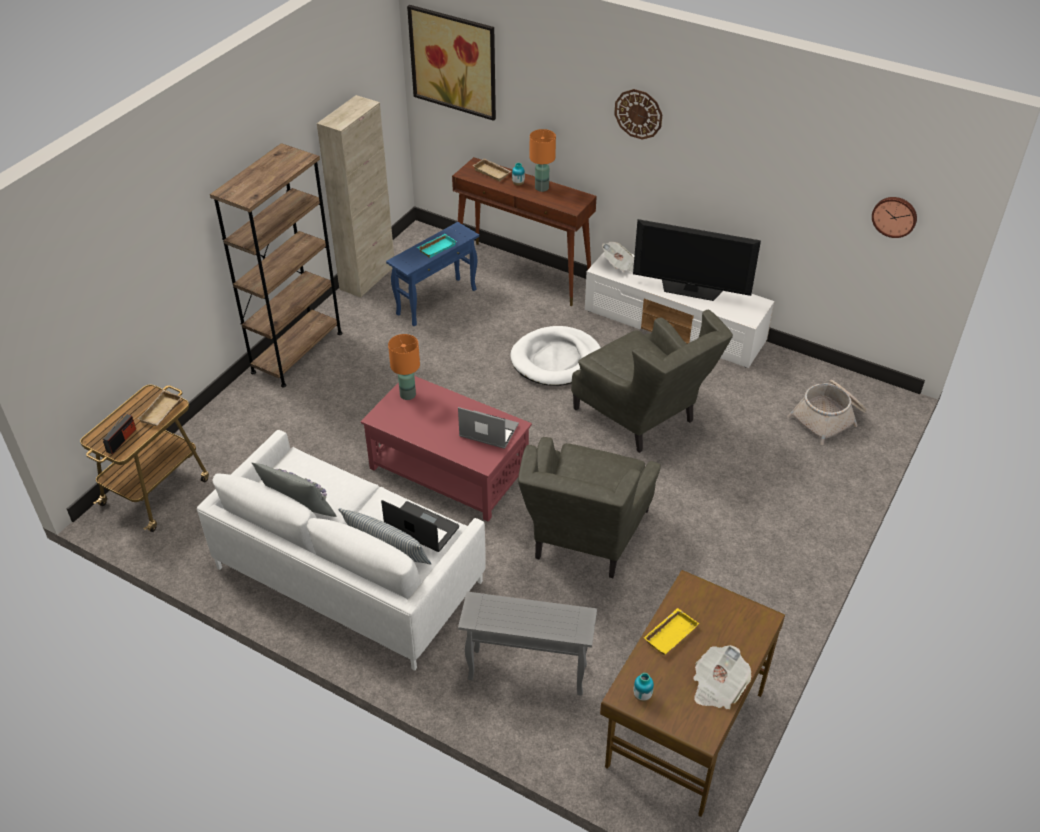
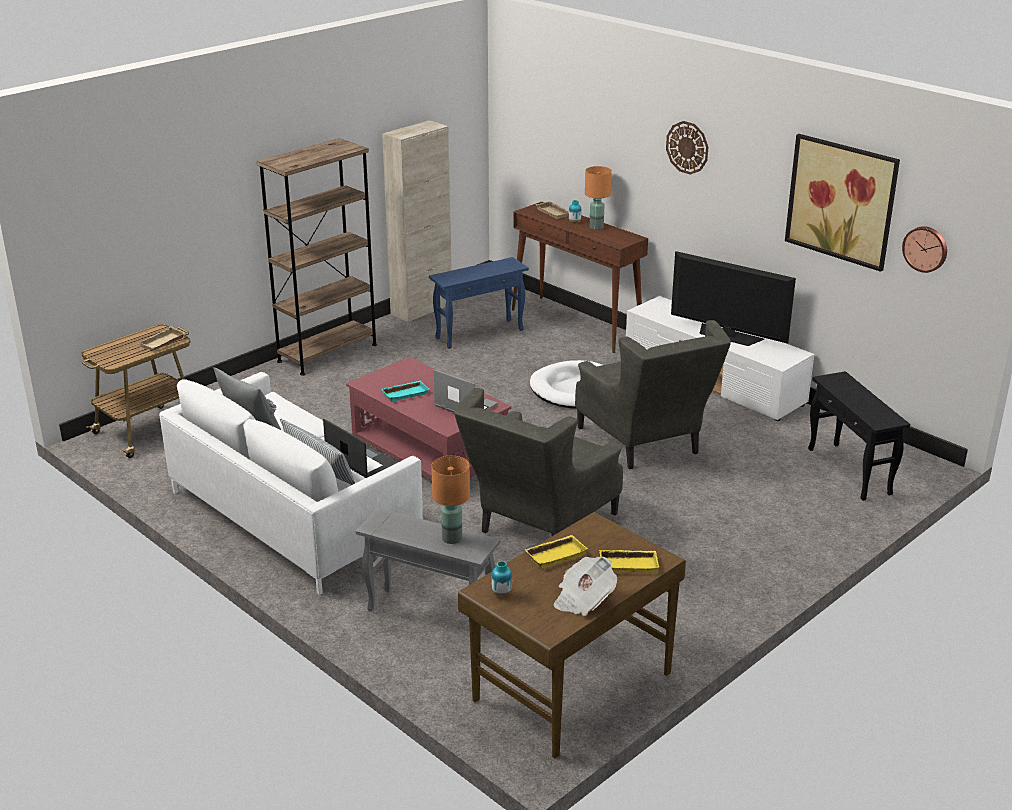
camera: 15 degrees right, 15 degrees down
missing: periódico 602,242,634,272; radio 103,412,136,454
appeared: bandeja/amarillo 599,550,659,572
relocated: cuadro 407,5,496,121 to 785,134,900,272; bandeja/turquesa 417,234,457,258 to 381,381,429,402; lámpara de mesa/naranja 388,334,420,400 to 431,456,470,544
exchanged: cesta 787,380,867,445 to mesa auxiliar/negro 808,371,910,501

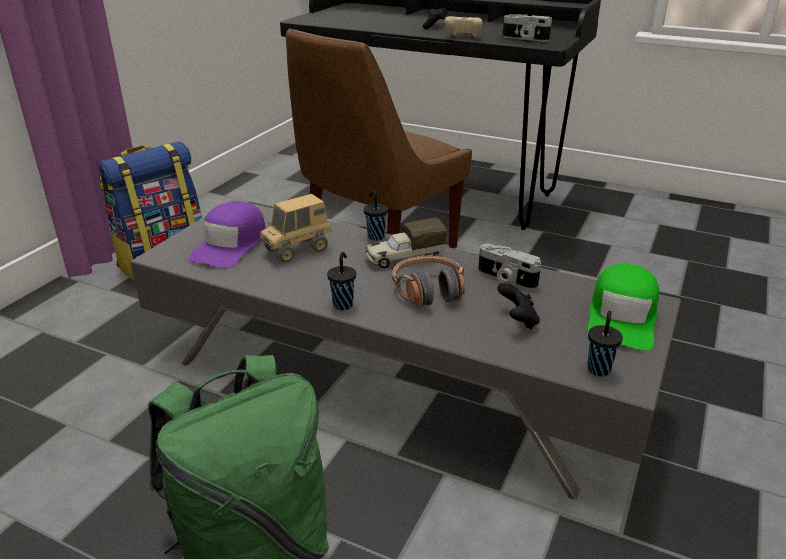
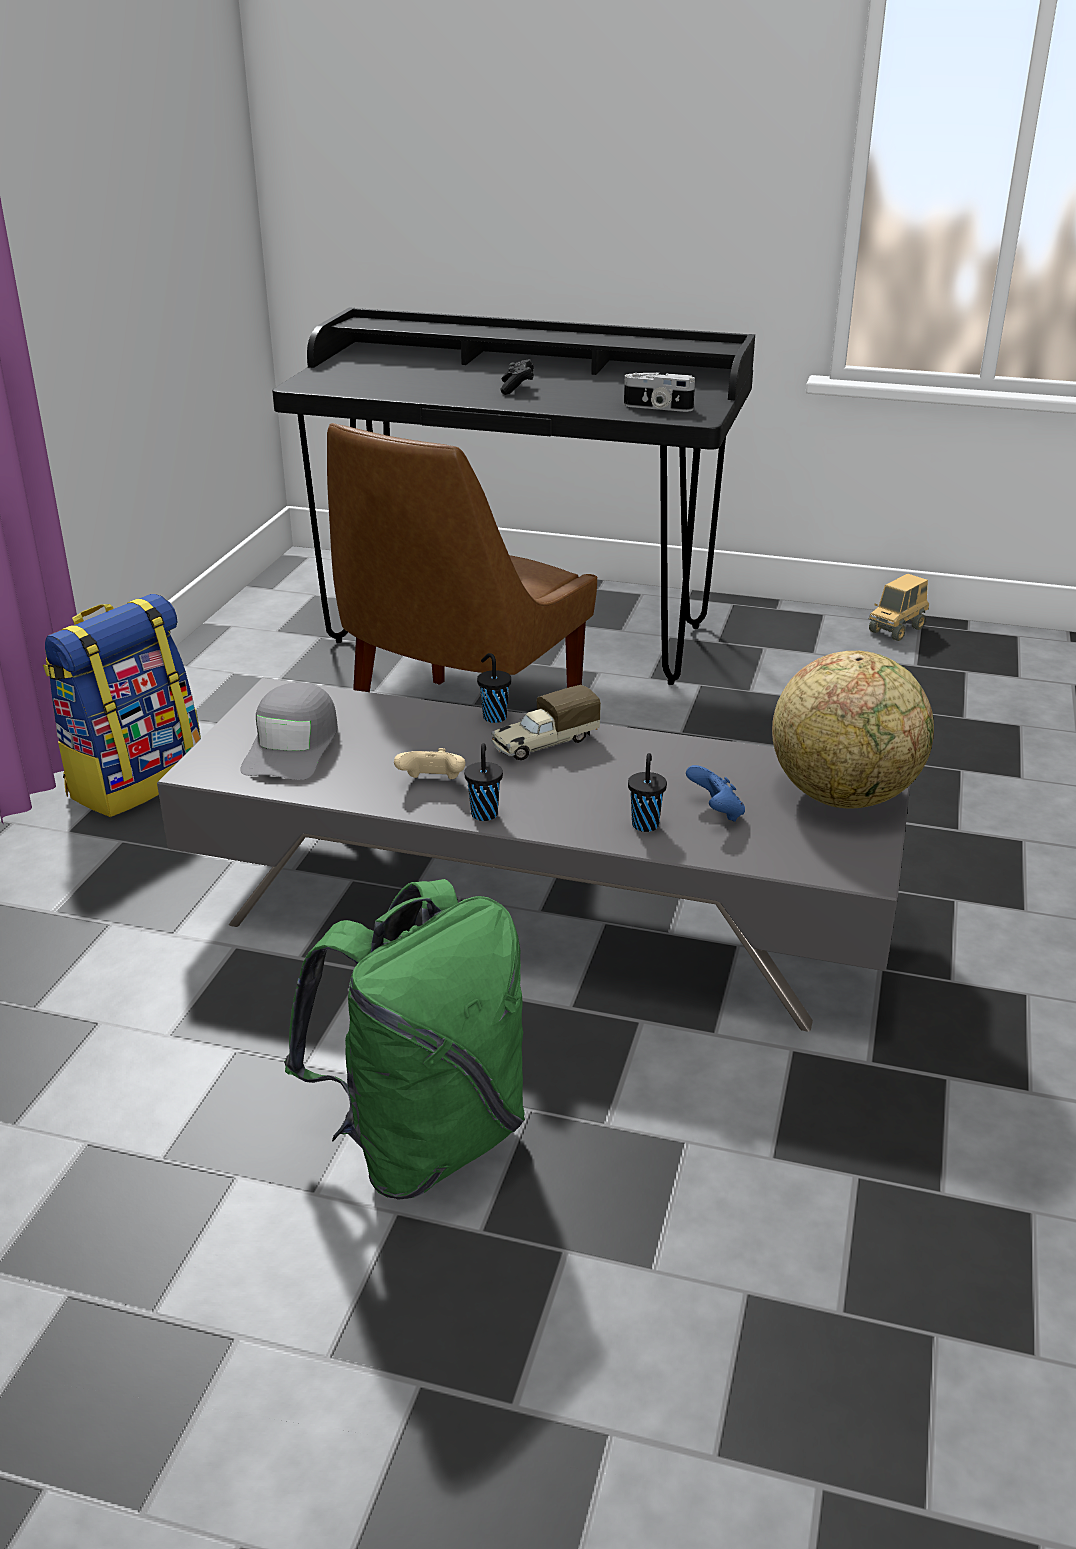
camera: 10 degrees left, 0 degrees up
missing: cámara 478,244,541,290; auriculares 392,256,465,308
relocated: mando de consola/beis 445,16,483,37 to 394,748,466,779; camión de juguete 260,194,332,263 to 869,573,929,641; taza/negro 587,311,623,376 to 628,753,667,832
exchanged: gorra/verde 587,264,659,351 to globo terráqueo 772,651,934,808
colour: gorra/morado 188,201,266,268 to gorra/gris 240,682,338,780; mando de consola/negro 497,283,540,329 to mando de consola/azul 686,765,745,822

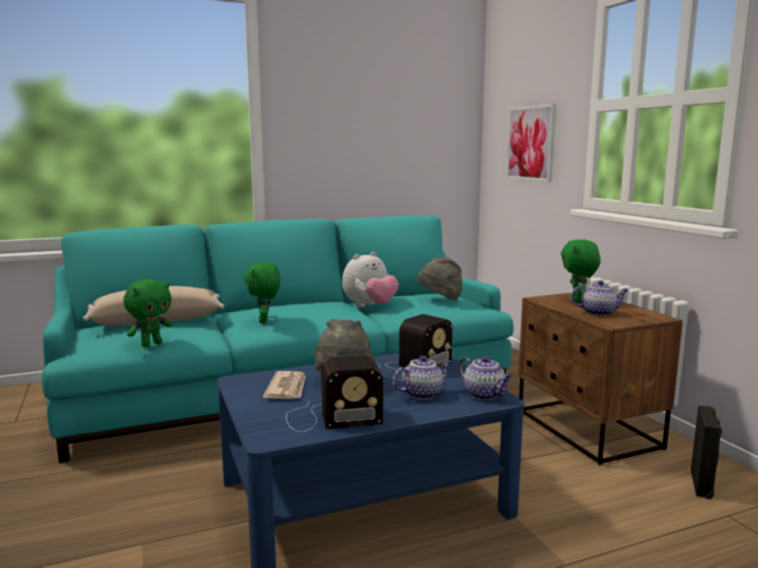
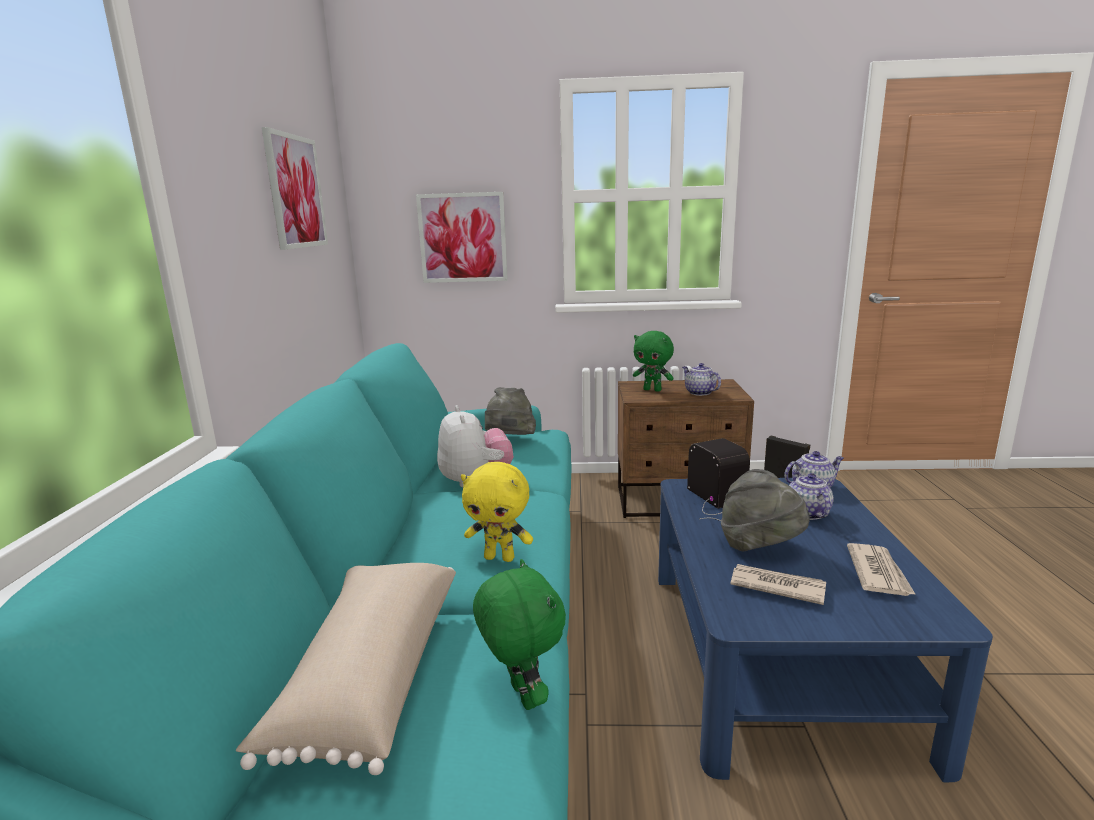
camera: 65 degrees left, 5 degrees up
appeared: cuadro 262,127,328,250
exchanged: radio 286,355,383,432 to periódico 847,543,916,596
colour: peluche/verde 244,262,280,324 to peluche/amarillo 461,462,533,562
spun: tetera 571,280,628,316 = 682,363,721,396 60 degrees counterclockwise

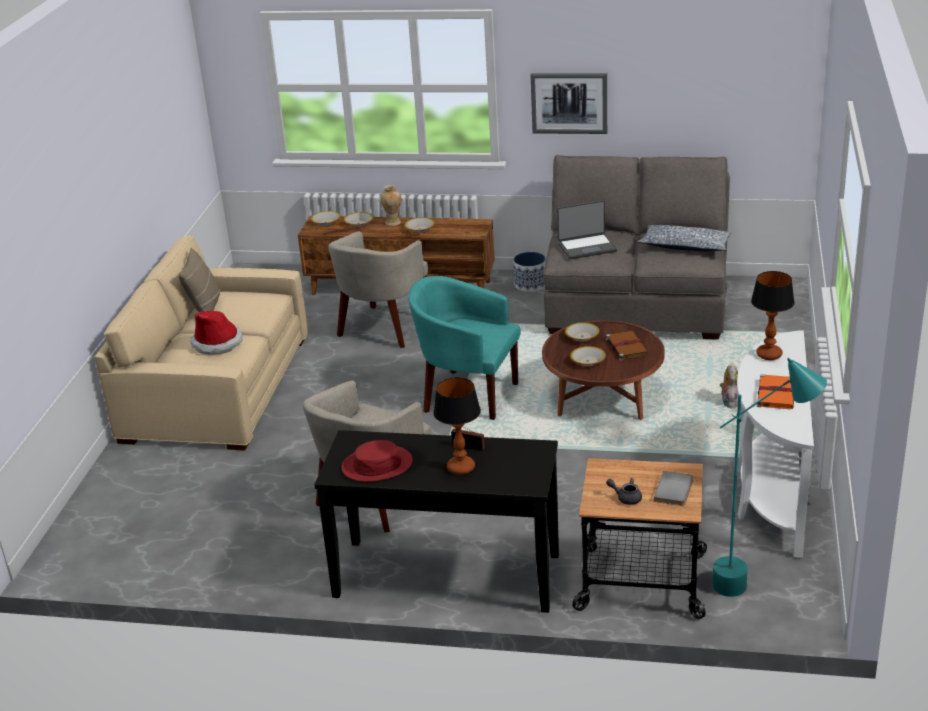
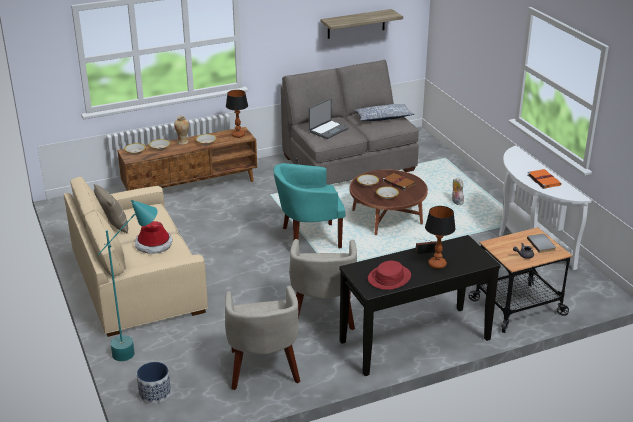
camera: 35 degrees left, 0 degrees up
missing: cuadro 531,73,607,134
appeared: estante 321,9,403,39
relocated: sillón/beis 328,231,428,348 to 225,286,300,390; maceta 513,252,546,292 to 137,362,171,404; lámpara de mesa 751,271,795,360 to 226,90,248,138; lámpara de pie/turquesa 712,358,827,597 to 98,200,158,361

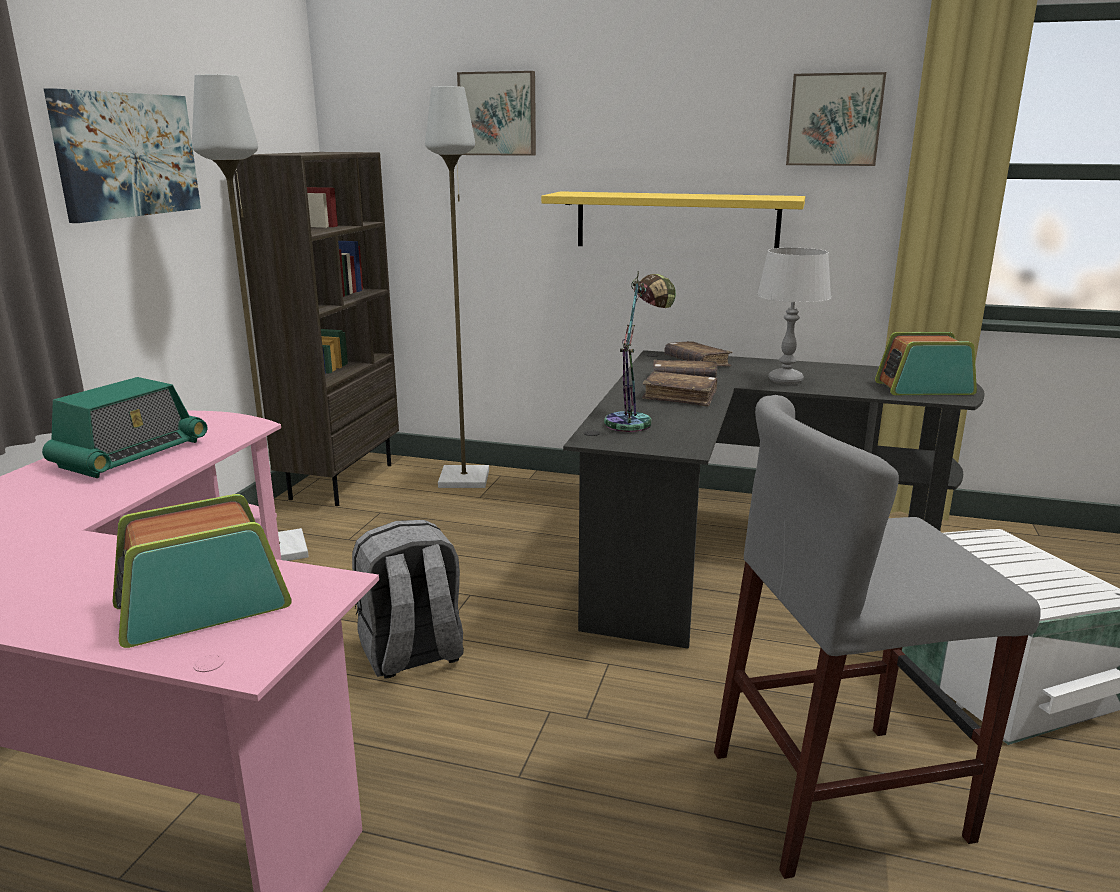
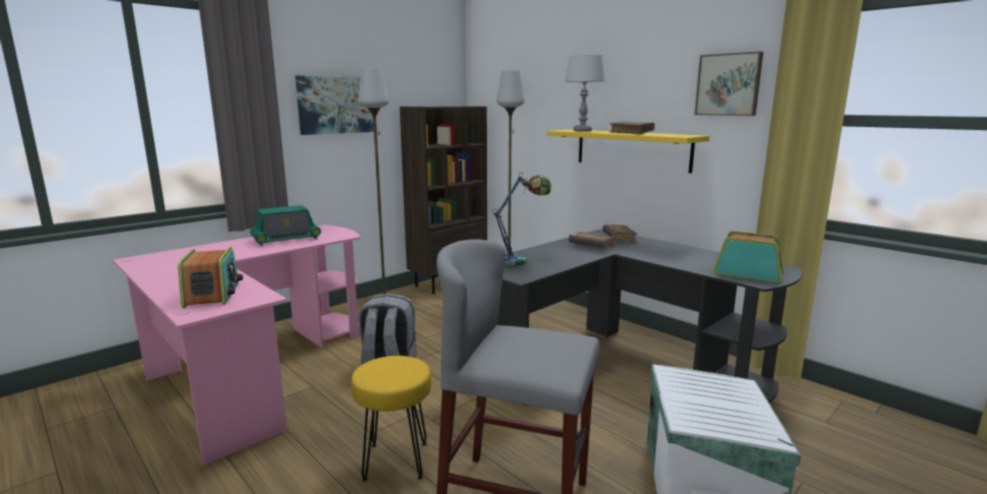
camera: 30 degrees right, 5 degrees down
missing: cuadro 457,71,536,156
appeared: taburete/amarillo 351,356,432,482
relocated: lámpara de mesa/gris 757,248,831,385 to 565,55,605,132; libro/marrón 642,371,718,406 to 609,122,655,135
spun: radio 113,494,292,648 = 178,247,243,308 75 degrees clockwise

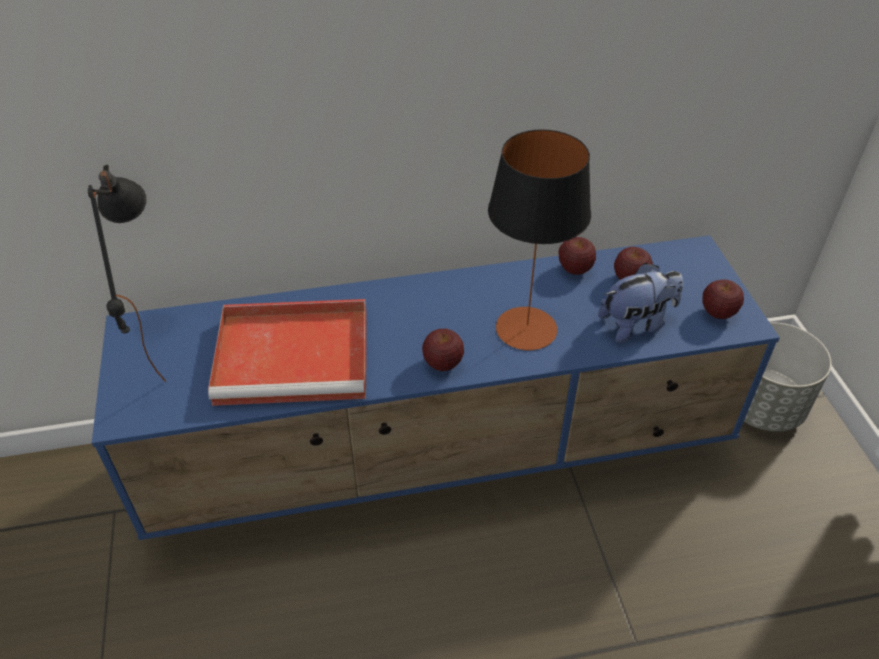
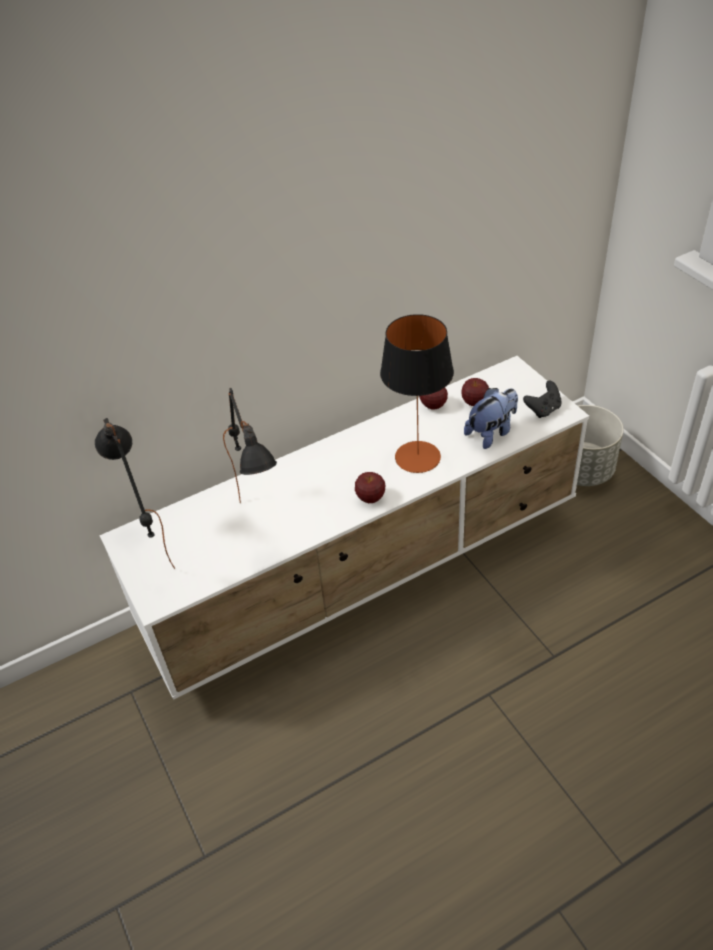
camera: 15 degrees left, 0 degrees up
exchanged: manzana 702,279,744,319 to mando de consola/negro 523,381,562,418; bandeja/rojo 208,299,366,406 to lámpara de mesa/negro 223,388,277,503
colour: mueble de televisión/azul 92,235,780,540 to mueble de televisión/blanco 100,356,589,700

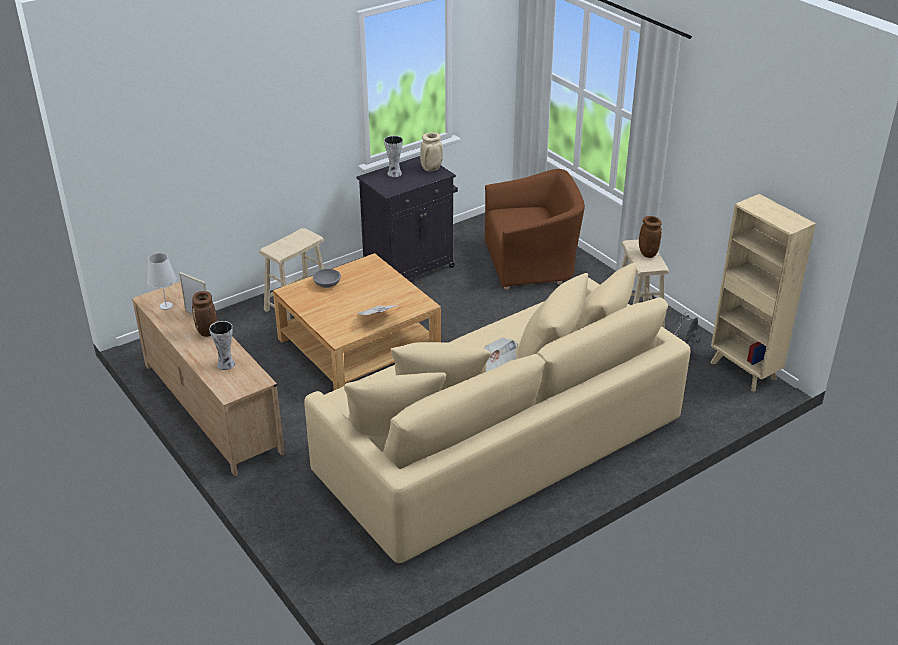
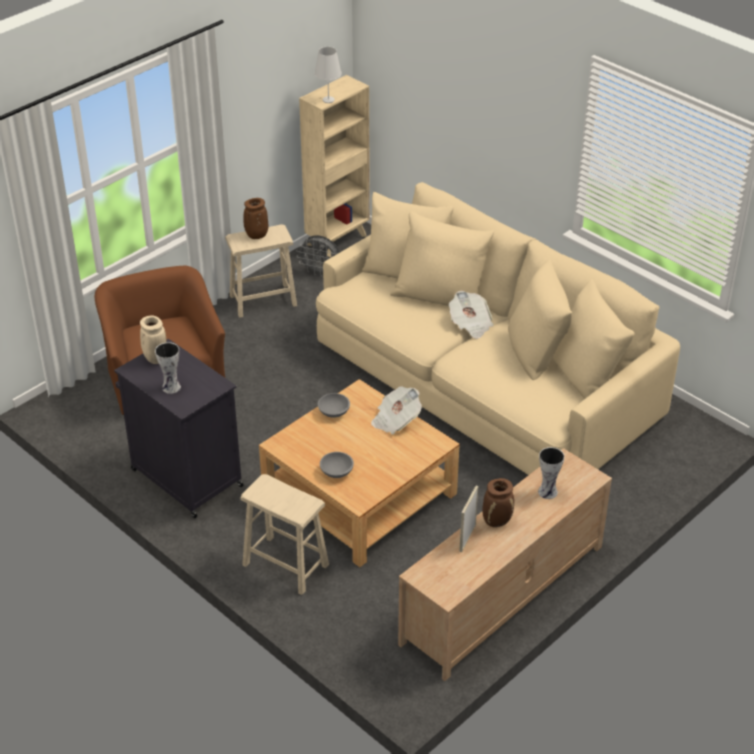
camera: 100 degrees left, 5 degrees up
appeared: cuenco/gris 318,393,350,418
relocated: lámpara de mesa/blanco 147,253,176,310 to 314,47,342,103

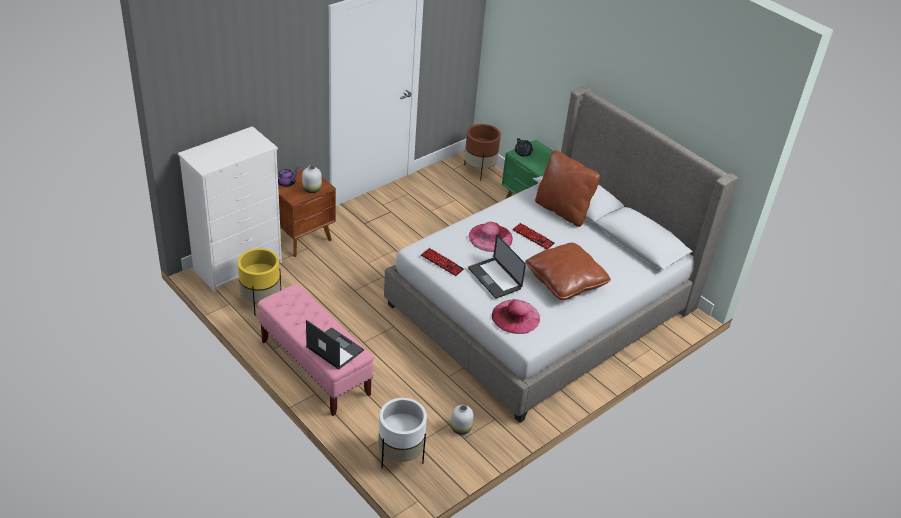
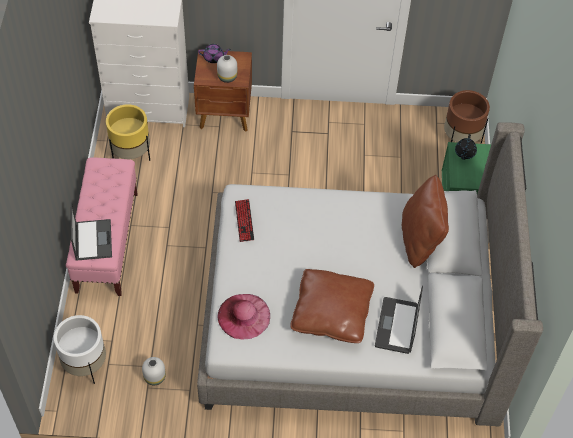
camera: 45 degrees right, 15 degrees up
missing: sombrero/rosa 469,222,512,252; teclado 512,223,555,249
relocated: portátil 468,234,526,299 to 375,286,423,354

